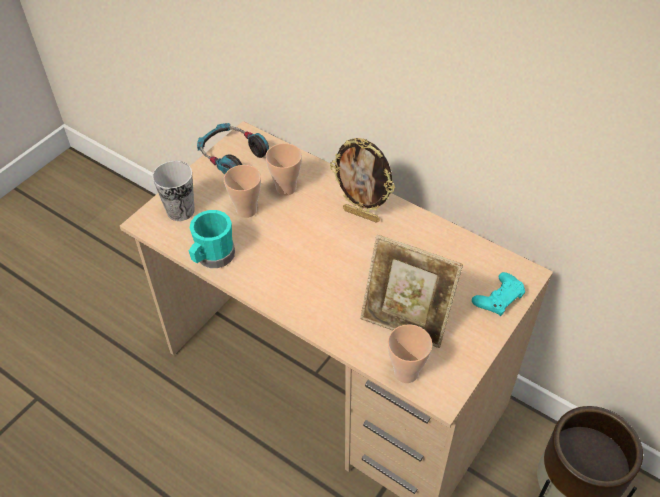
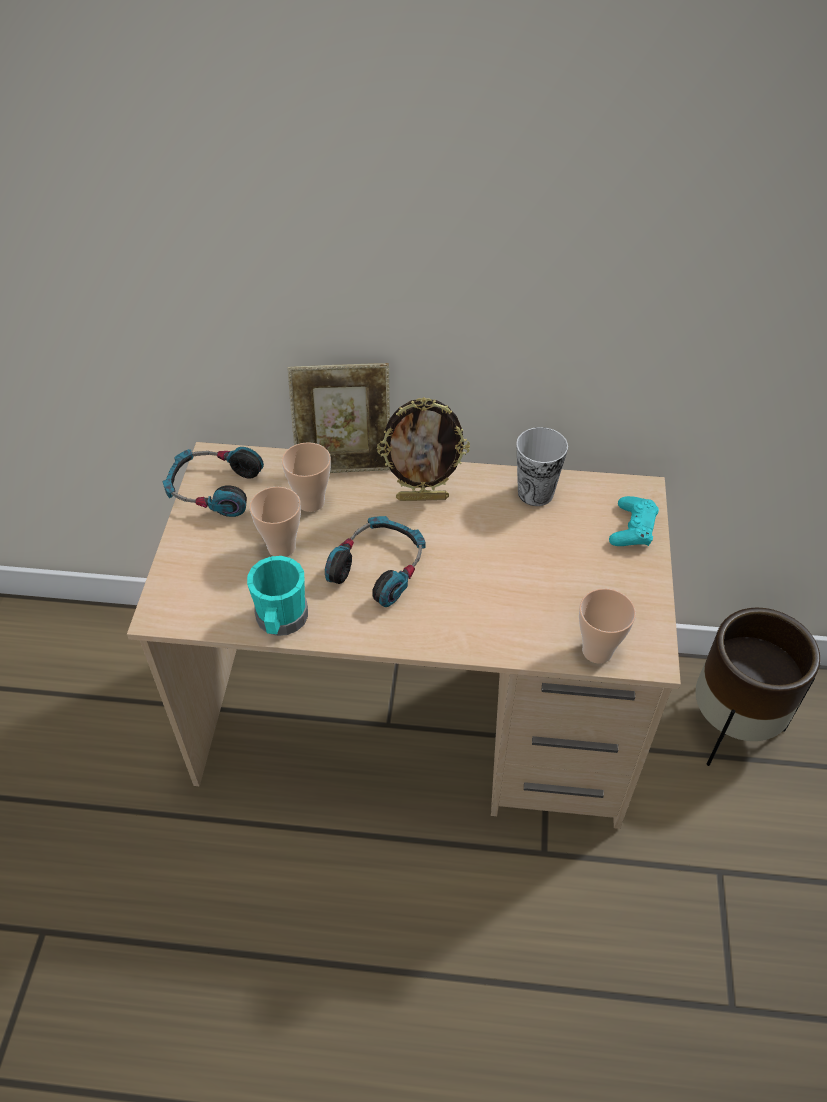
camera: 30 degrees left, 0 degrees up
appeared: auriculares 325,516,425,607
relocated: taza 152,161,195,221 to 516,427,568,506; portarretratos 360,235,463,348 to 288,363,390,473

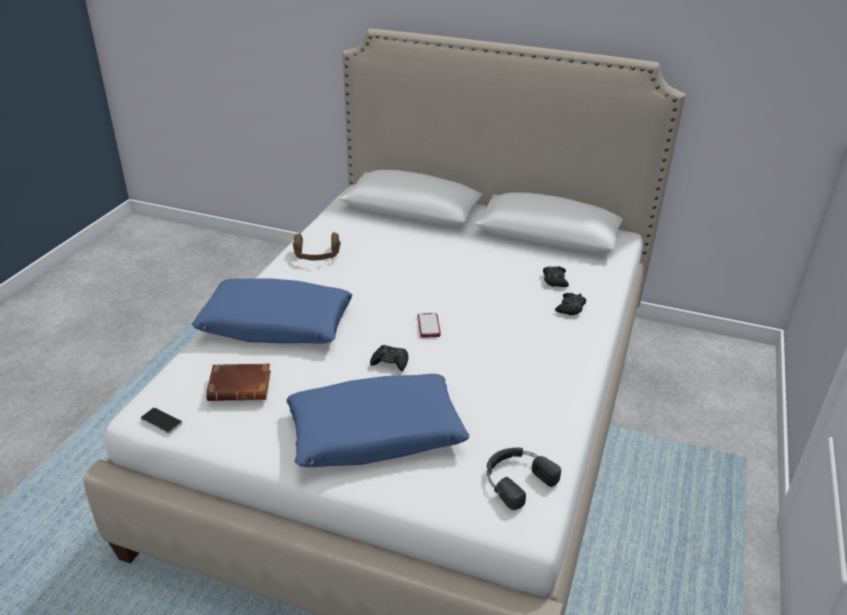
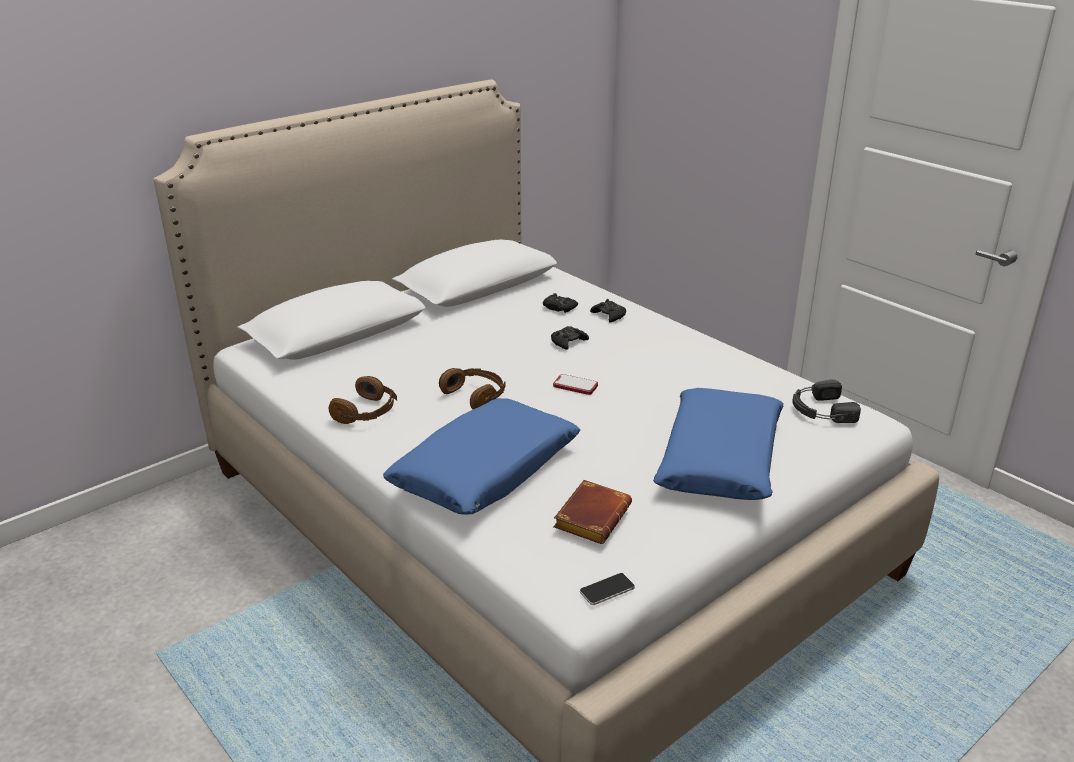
camera: 60 degrees left, 5 degrees down
appeared: auriculares/marrón 439,368,506,409
relocated: mando de consola/negro 370,345,408,372 to 551,326,589,350

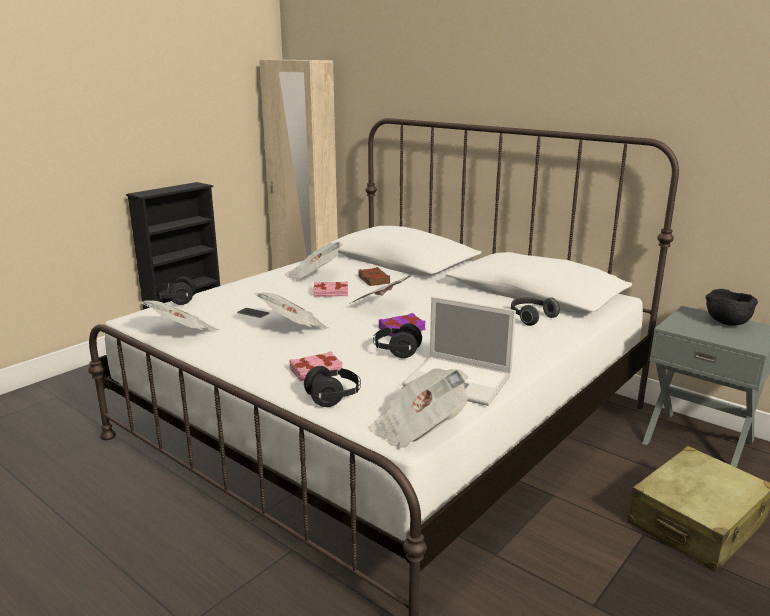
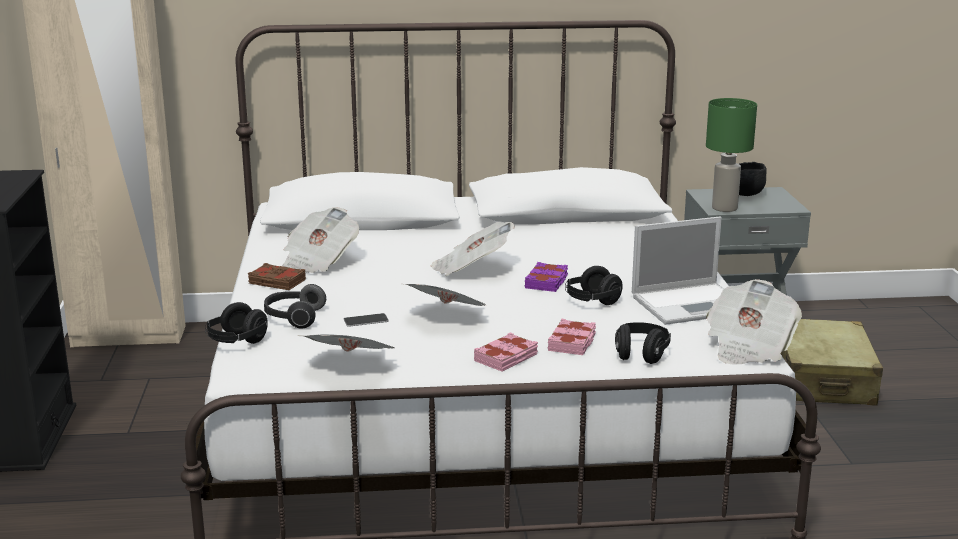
camera: 45 degrees left, 0 degrees up
appeared: lámpara de mesa/verde 706,98,757,212
relocated: libro/marrón 358,267,390,286 to 248,263,306,290; libro/rosa 313,281,348,297 to 474,332,538,371; auriculares 511,297,560,326 to 264,284,326,329

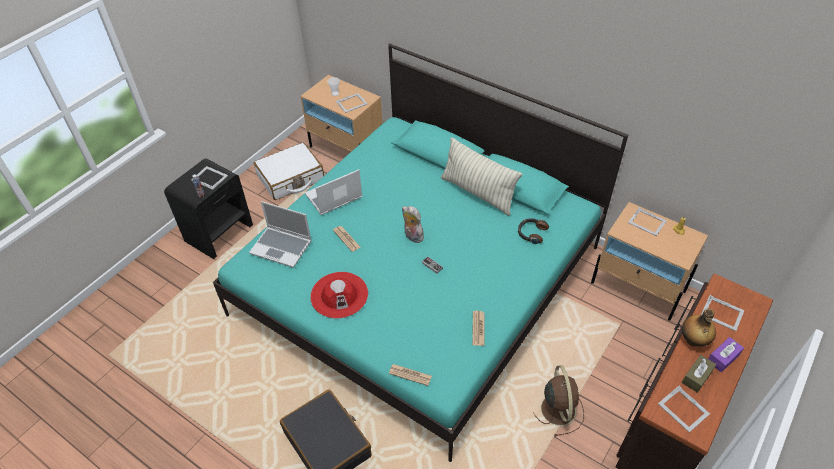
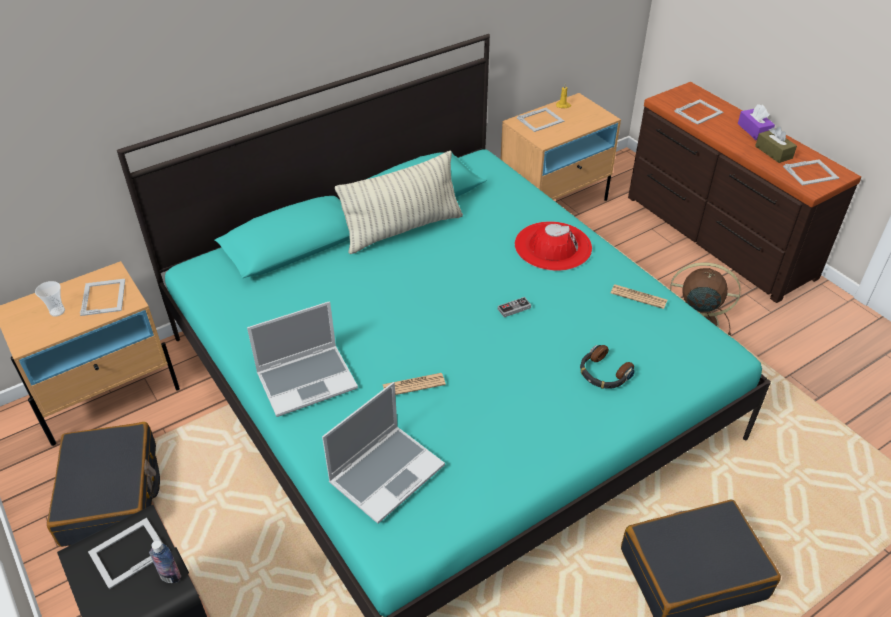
camera: 70 degrees left, 5 degrees down
missing: peluche 402,206,424,243; botella 682,308,716,347; periódico 389,364,432,386
relocated: auriculares 518,218,549,244 to 580,345,634,389; sombrero/rojo 310,272,368,319 to 515,221,592,271
colour: maleta/blanco 254,142,324,200 to maleta/negro 47,422,160,547
spun: portátil 305,169,363,215 = 247,301,358,417 105 degrees counterclockwise

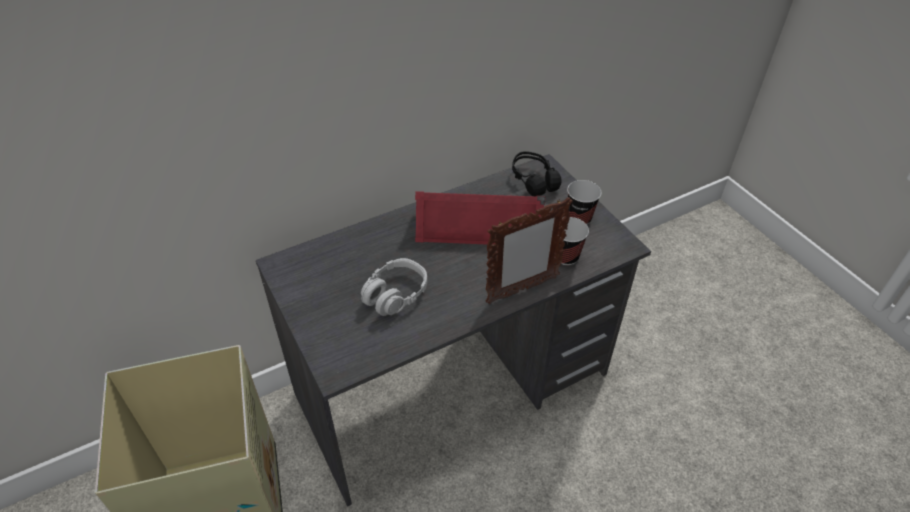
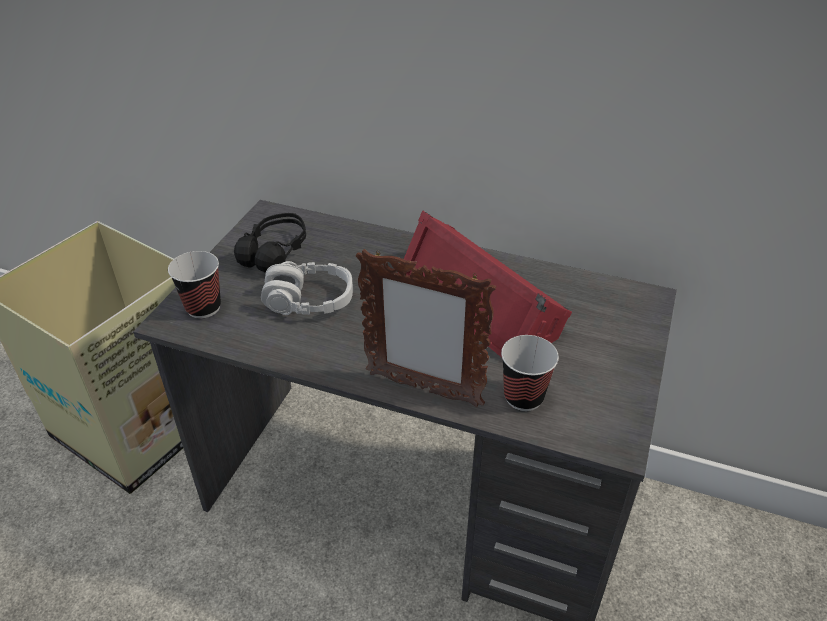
camera: 50 degrees right, 5 degrees down
relocated: auriculares/negro 512,151,562,196 to 234,213,306,273; taza 567,180,602,224 to 168,251,221,319

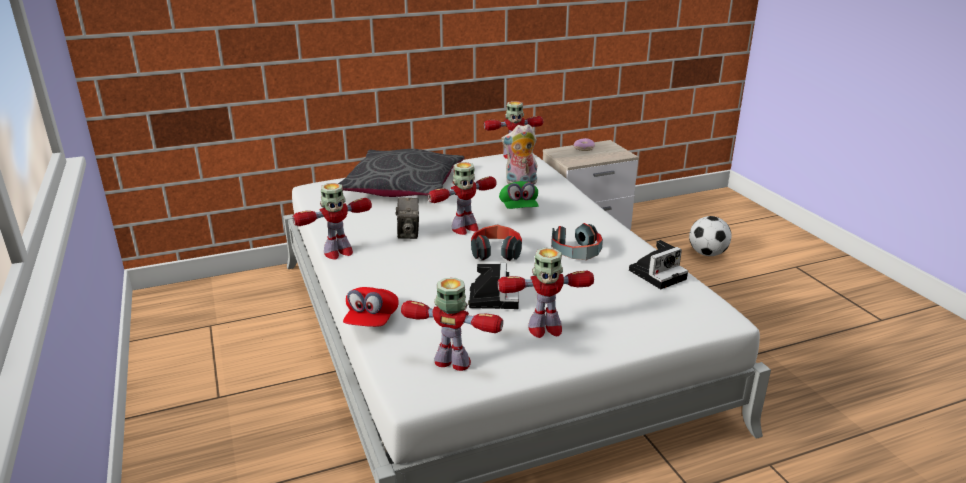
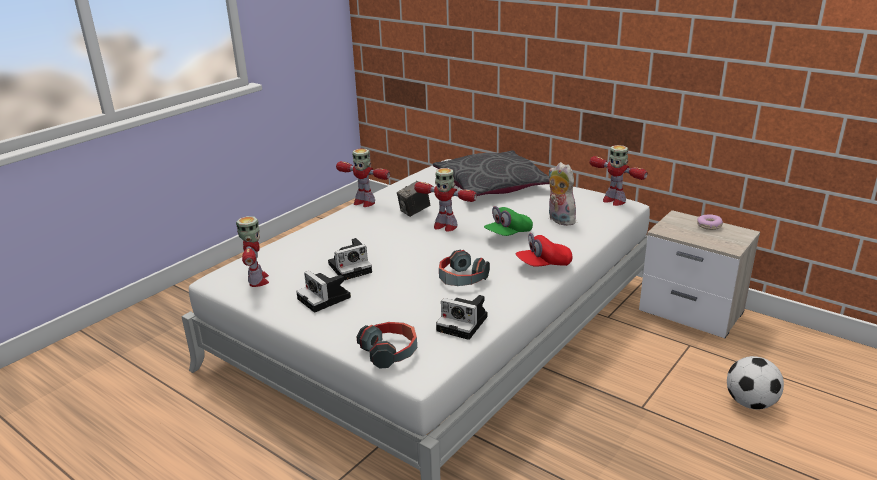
camera: 60 degrees right, 0 degrees up
relocated: auriculares 471,225,522,261 to 356,322,417,369; gorra/rojo 343,287,399,327 to 516,233,572,267
exchanged: robot de juguete 498,248,594,338 to cámara 296,271,351,313

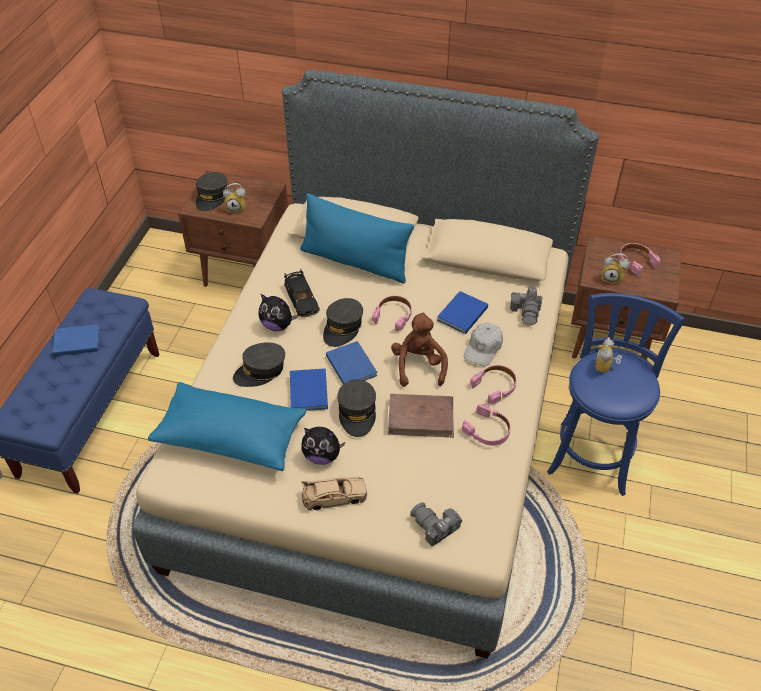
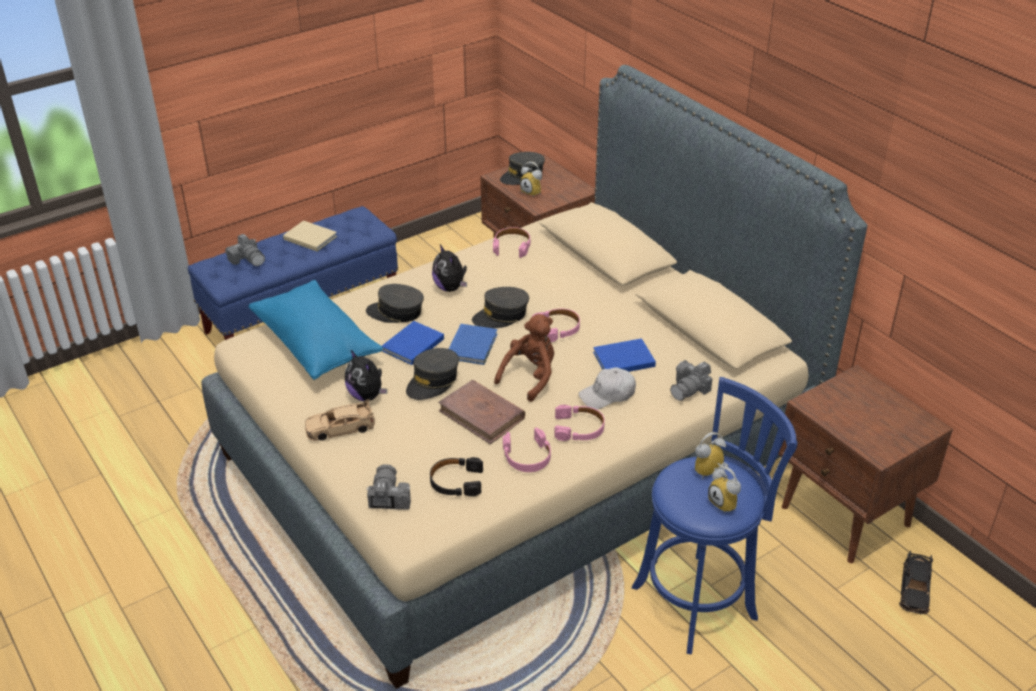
camera: 40 degrees right, 10 degrees down
missing: cojín/azul 300,193,414,284
appeared: cámara 225,234,265,266; auriculares/negro 430,457,483,497
relocated: auriculares/rosa 619,243,660,275 to 493,227,530,258; despertador 601,253,630,284 to 708,466,741,512; coche de juguete/negro 284,269,320,317 to 899,550,933,614
colour: libro/azul 52,324,100,356 to libro/beis 283,221,337,251
spun: coche de juguete/beis 301,477,367,511 = 305,399,375,441 135 degrees clockwise

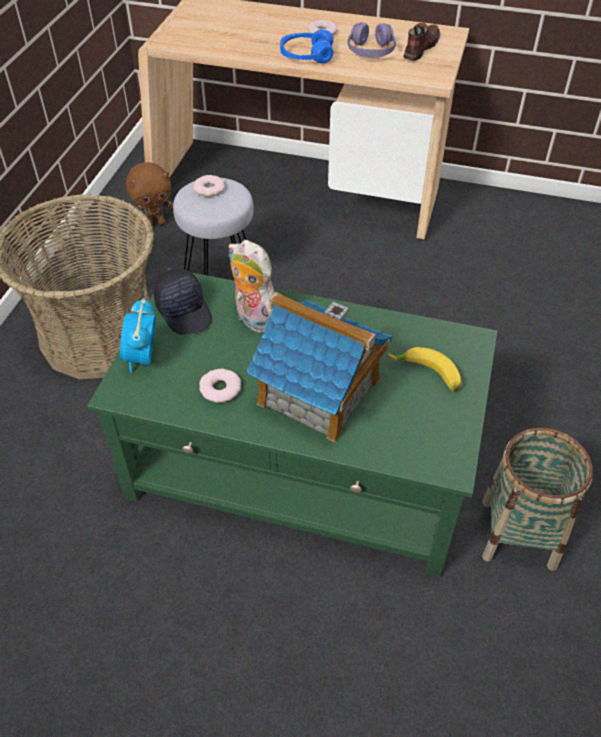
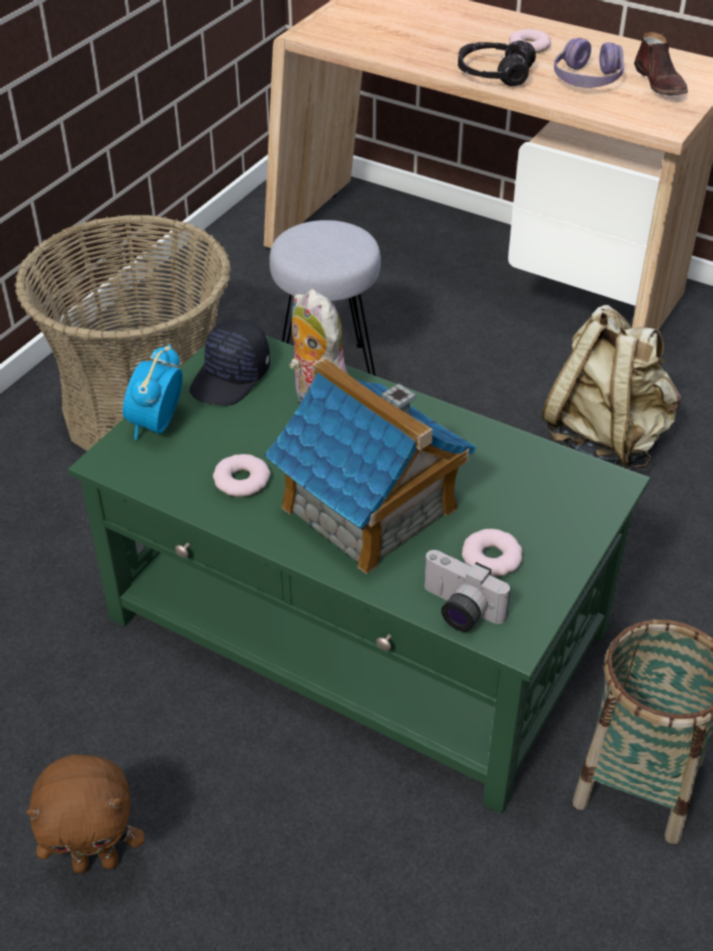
camera: 15 degrees right, 5 degrees down
missing: plátano 388,347,462,392
appeared: mochila/beis 541,305,681,469; cámara 424,550,510,632
relocated: peluche/marrón 126,162,173,227 to 26,755,144,873; rosquilla 193,175,225,197 to 462,529,522,577
colour: auriculares/azul 280,29,333,63 to auriculares/negro 458,40,536,86
spun: zapato/marrón 403,23,440,61 = 634,32,688,96 120 degrees clockwise; gorra/negro 153,268,212,335 = 190,319,270,406 45 degrees clockwise

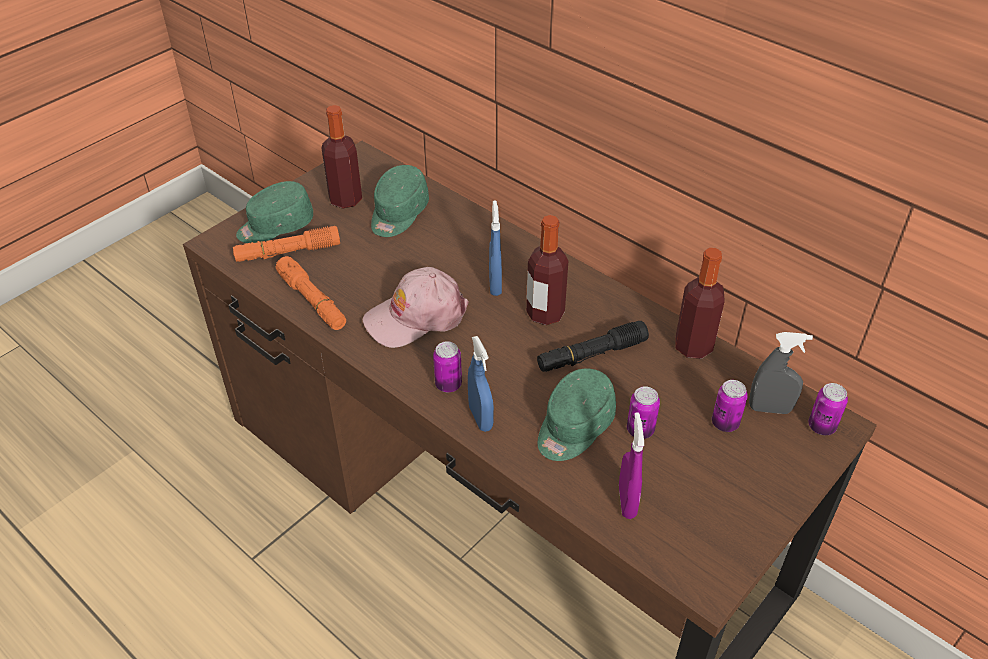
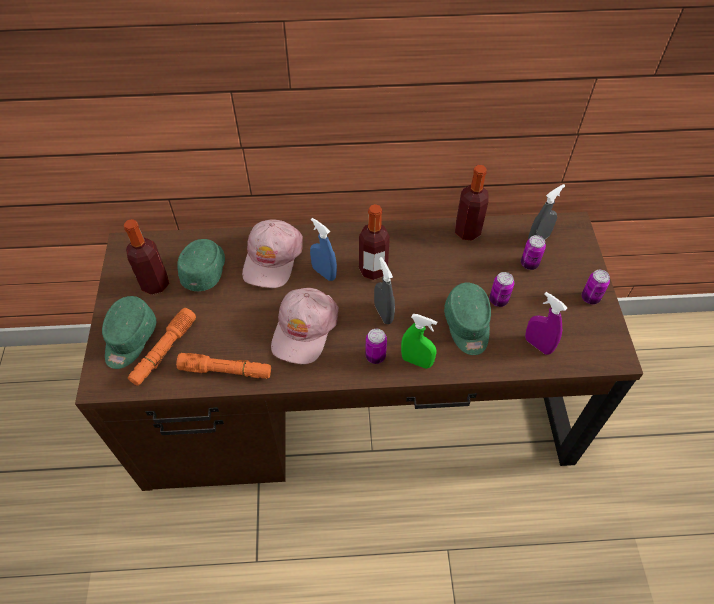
camera: 45 degrees left, 10 degrees up
missing: linterna/negro 537,321,649,372
appeared: gorra/rosa 242,219,303,288; pulverizador/gris 374,257,395,324
relocated: lata 809,383,848,435 to 582,270,610,304
colour: pulverizador/azul 468,336,494,432 to pulverizador/verde 401,314,437,369
spun: gorra/verde 371,165,429,237 = 177,239,225,291 150 degrees counterclockwise

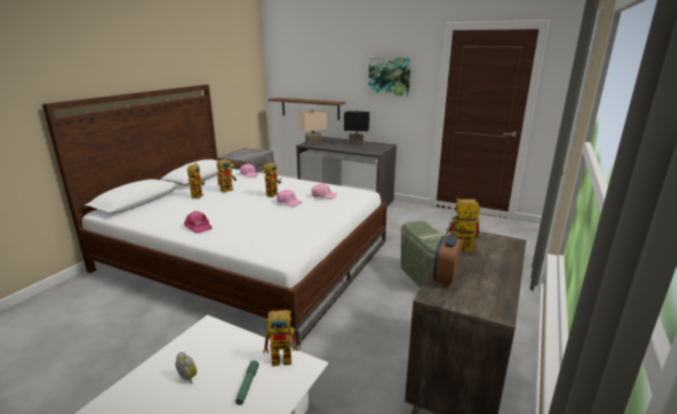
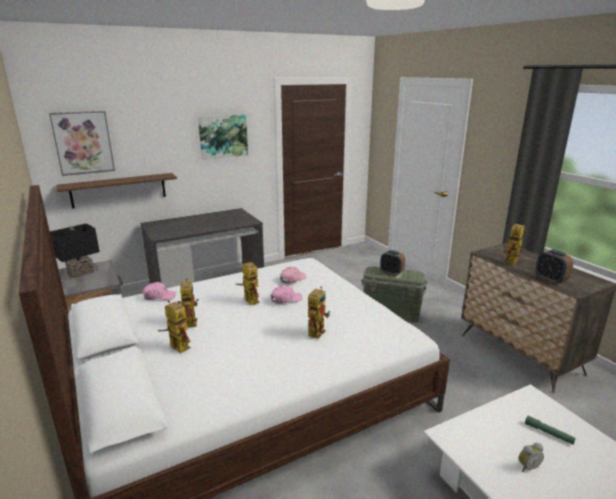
camera: 55 degrees left, 0 degrees up
missing: lámpara de mesa/beis 299,109,327,144; gorra/rosa 184,211,212,233
appeared: cuadro 49,111,115,176; despertador 380,250,405,276
relocated: lámpara de mesa/negro 344,110,370,145 to 50,223,100,278; robot de juguete 263,310,302,366 to 308,286,330,339

